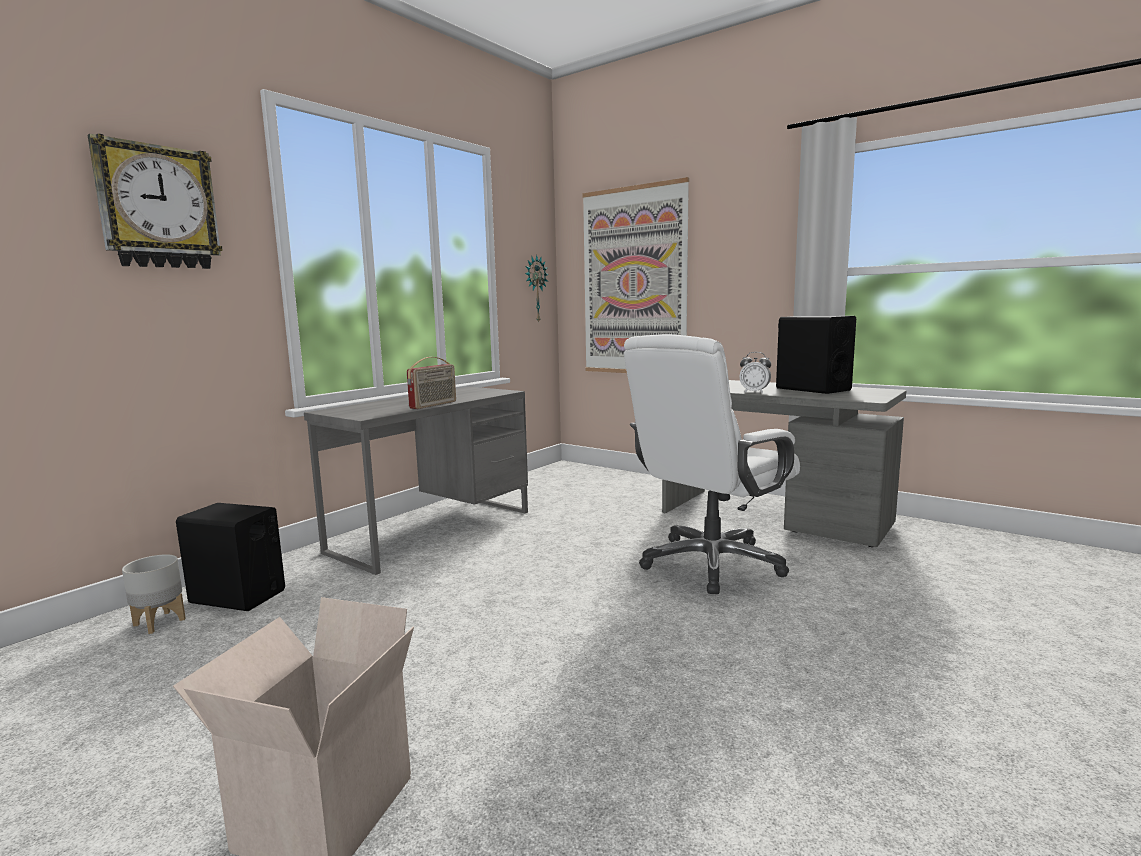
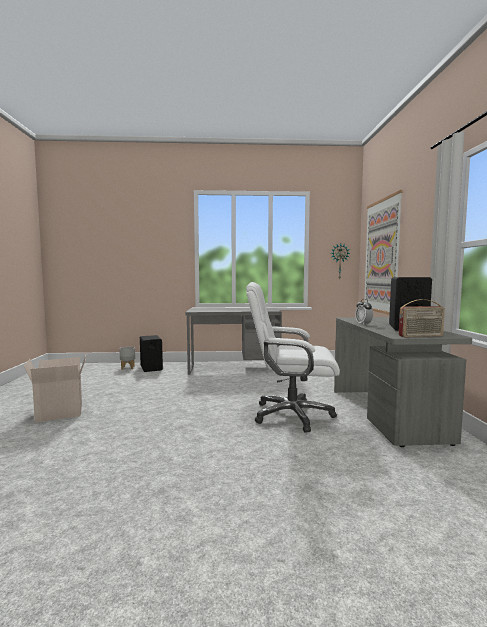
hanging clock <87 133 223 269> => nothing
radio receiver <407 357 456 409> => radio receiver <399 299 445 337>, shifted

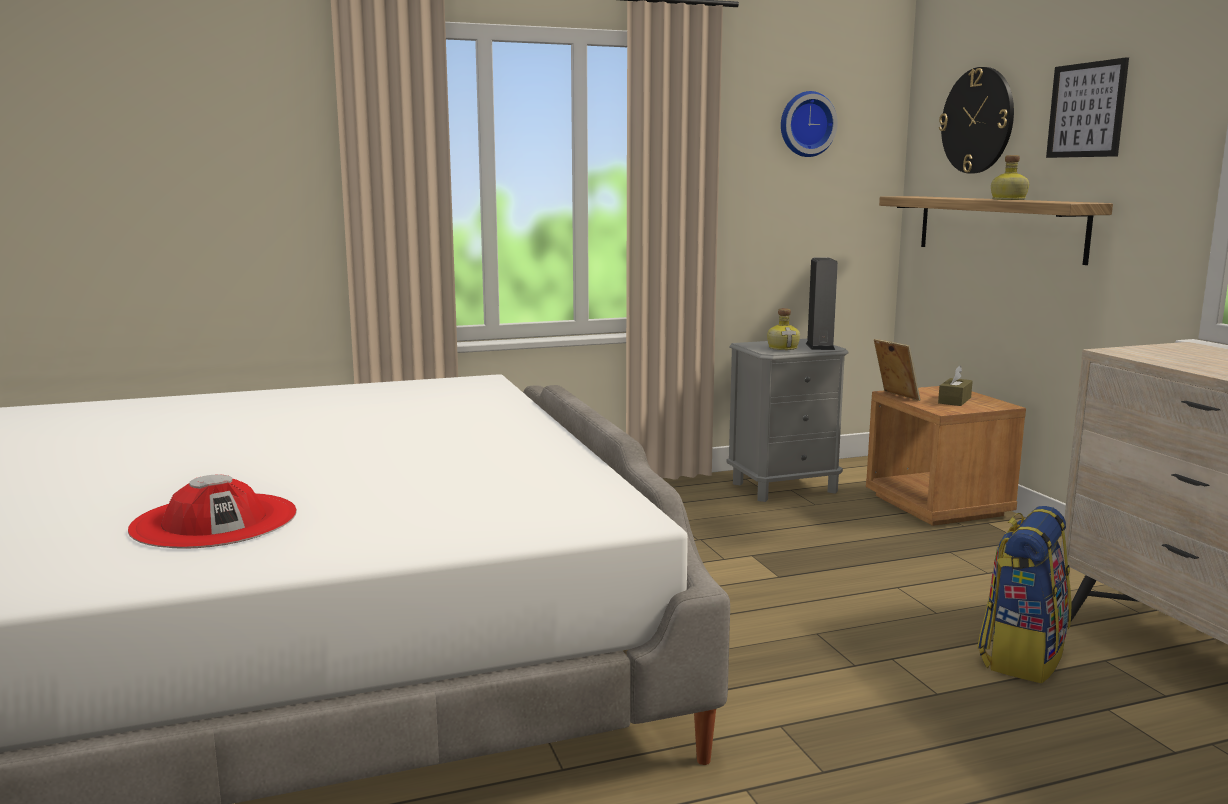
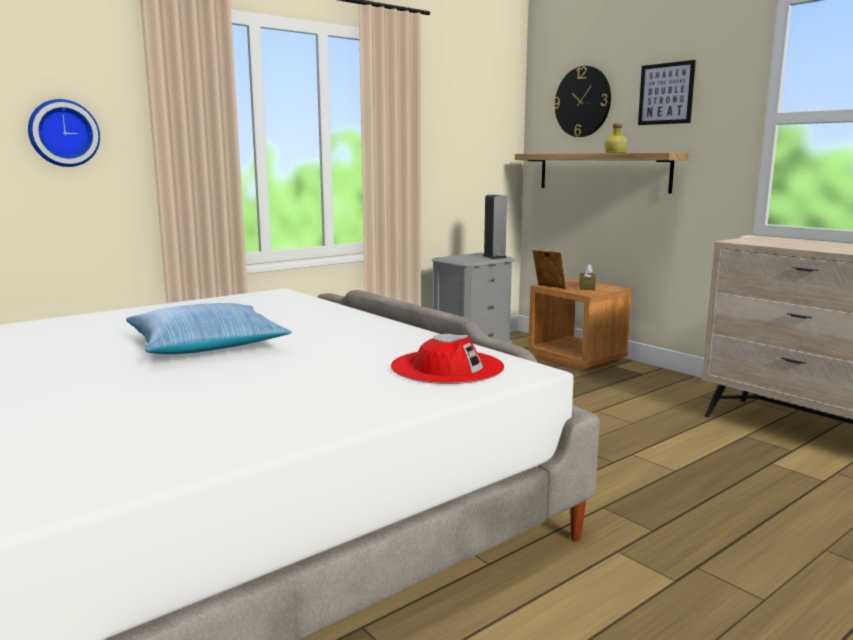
red clothing hat <128 475 297 549> => red clothing hat <391 334 504 384>, shifted
bottle <767 308 800 350> => nothing
hanging clock <781 91 838 157> => hanging clock <28 99 100 167>, shifted
rucksack <977 506 1072 683> => nothing
nothing => throw pillow <126 303 292 354>

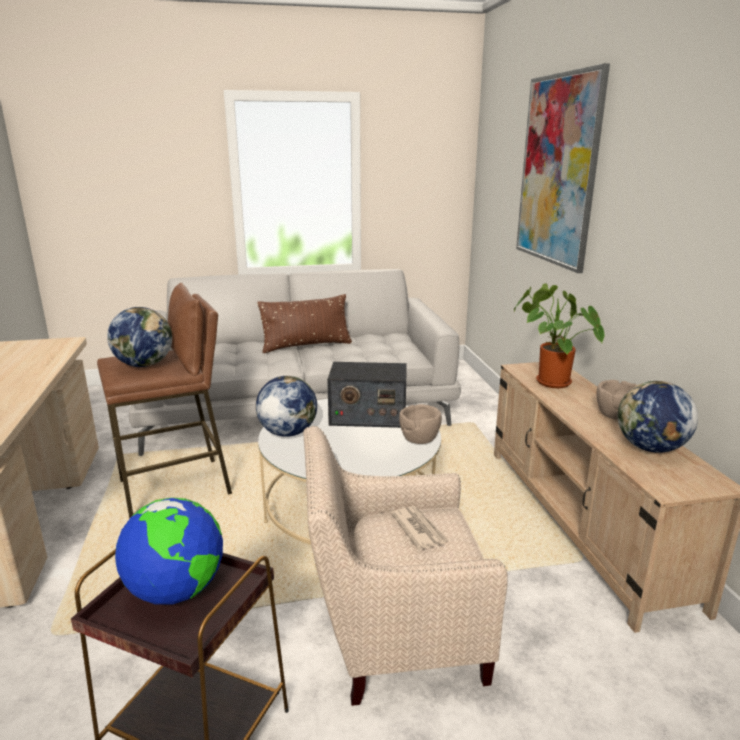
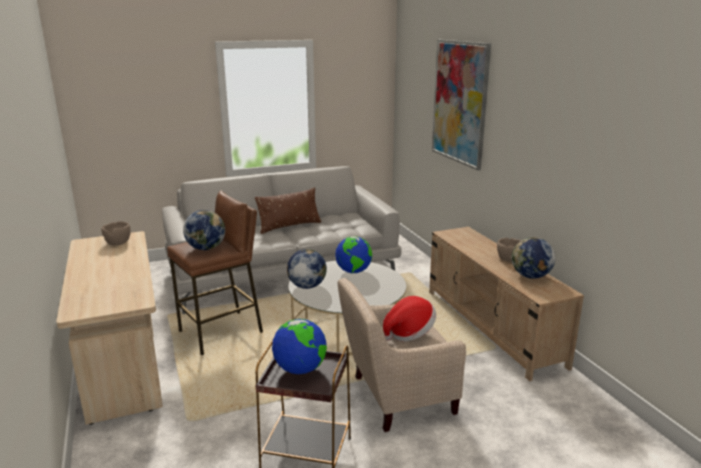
radio receiver <327 362 407 428> => globe <335 236 372 273>
daily paper <391 506 448 550> => clothing hat <383 296 436 342>
brownish deep dish <399 404 442 444> => brownish deep dish <101 221 131 245>, shifted
plant in a pot <514 283 604 388> => nothing

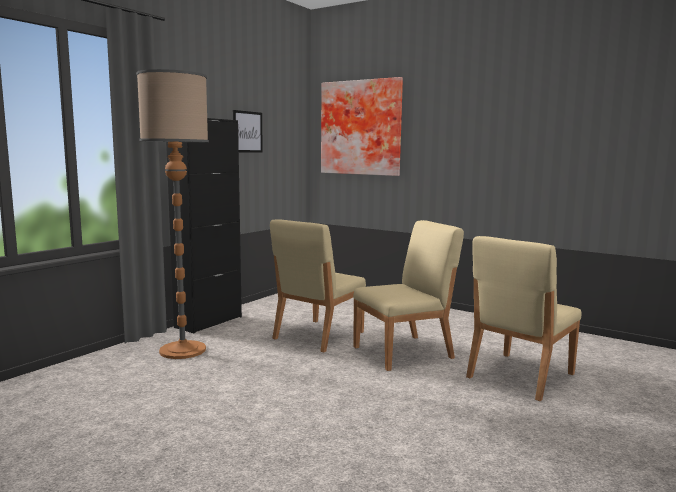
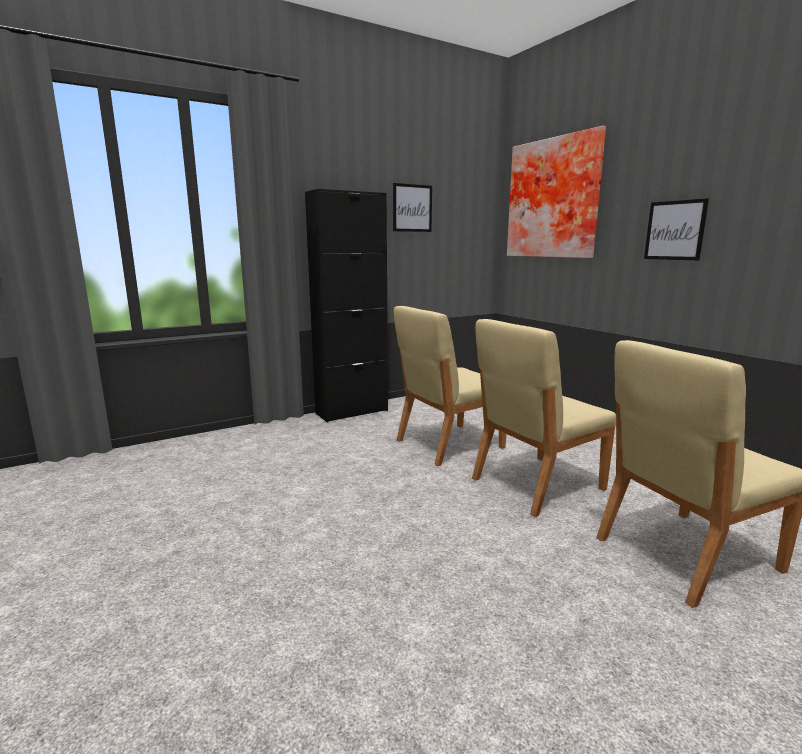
standing lamp <136 69 209 359> => nothing
beige-coloured upright chair <353 220 464 371> => beige-coloured upright chair <472 319 616 517>, 150 degrees clockwise
nothing => wall art <644 198 709 260>

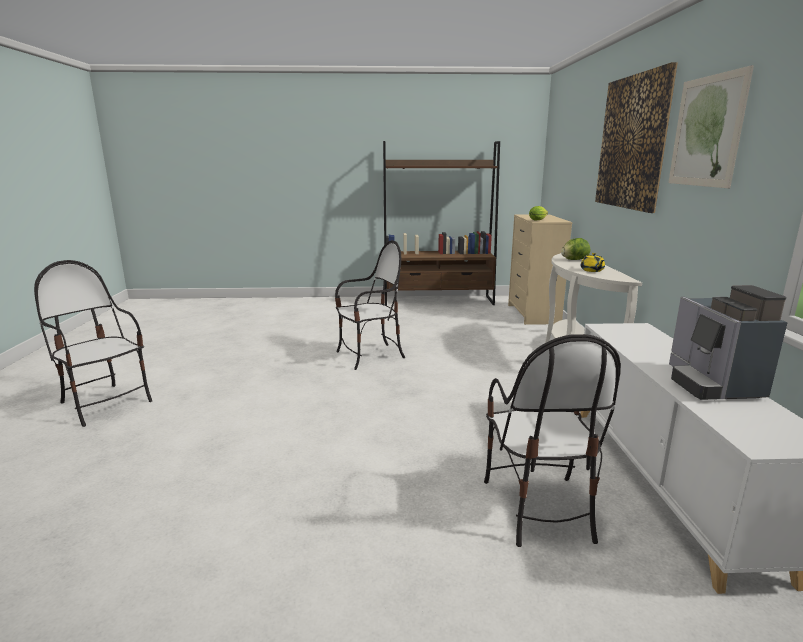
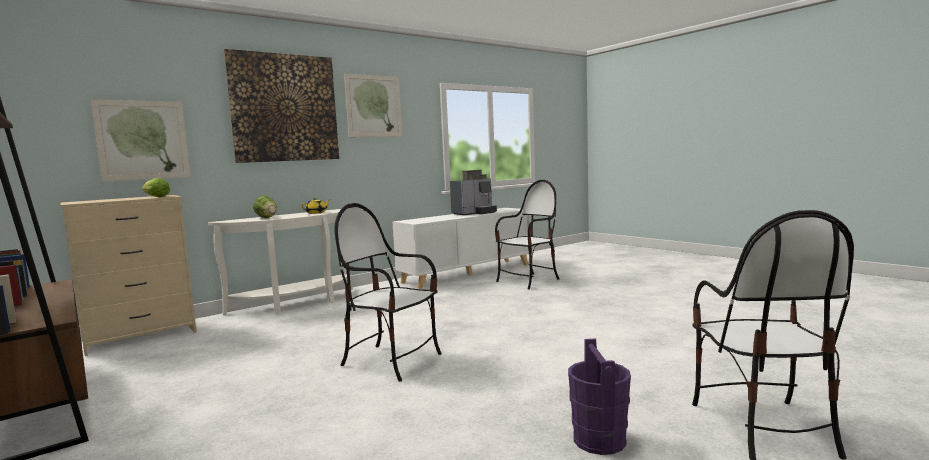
nothing => wall art <91 100 191 182>
nothing => purple-coloured water bucket <568 338 631 455>

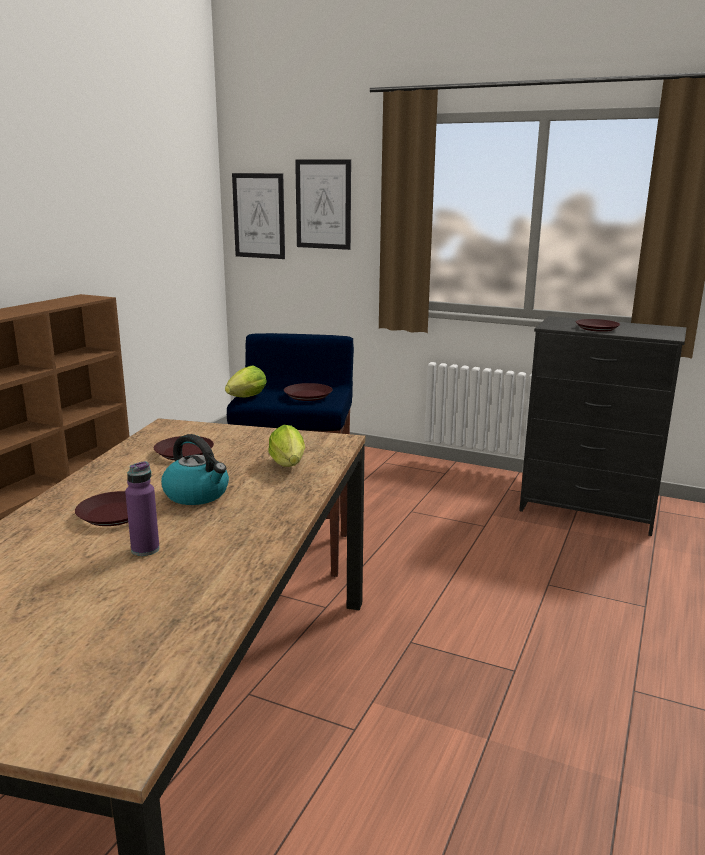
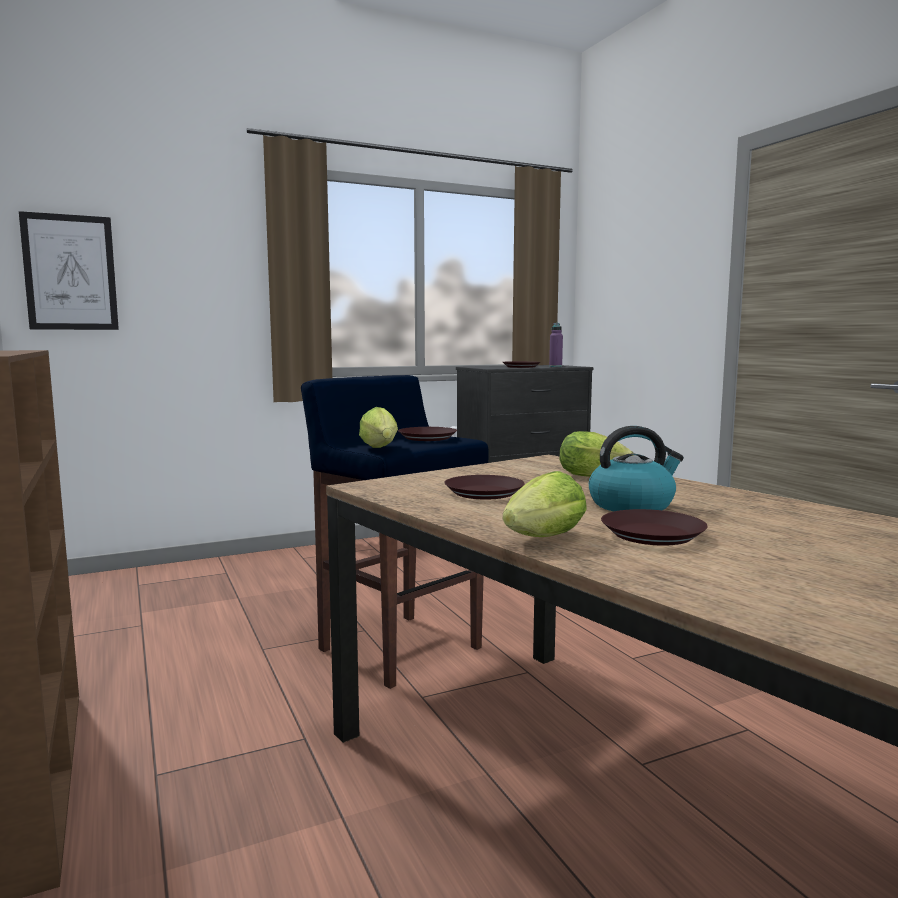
purple-coloured bottle <125 461 160 556> => purple-coloured bottle <549 323 563 367>, shifted
wall art <295 159 351 250> => nothing
nothing => lettuce head <503 471 587 537>

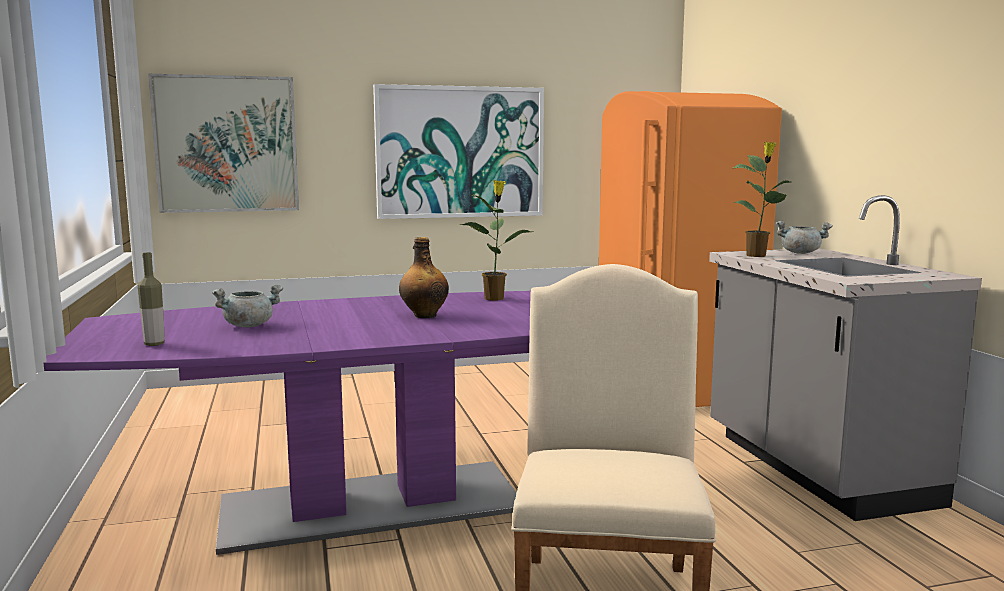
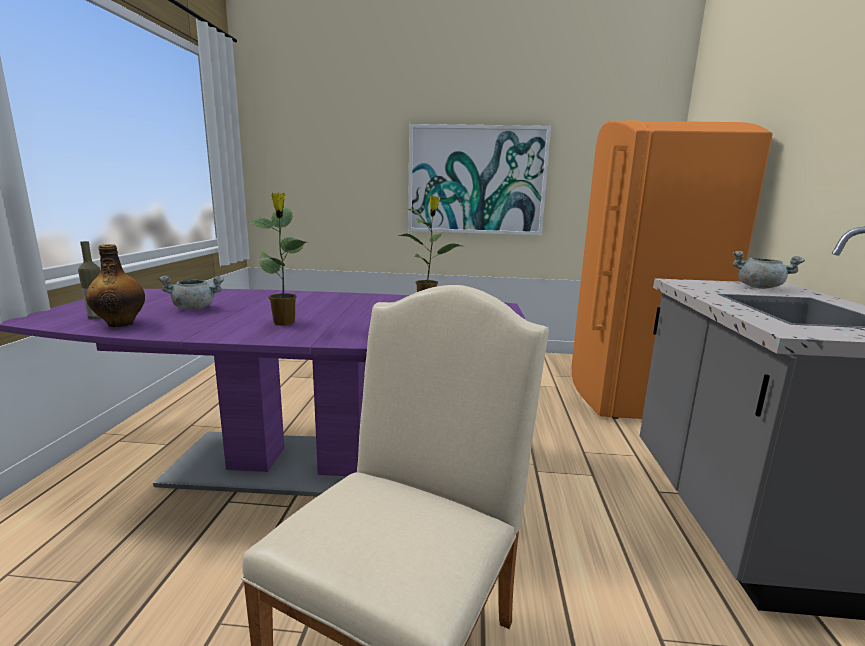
wall art <148 74 299 213> => nothing
bottle <399 237 449 318> => bottle <86 244 145 327>, shifted
plant in a pot <733 142 790 257> => plant in a pot <250 192 307 325>, shifted

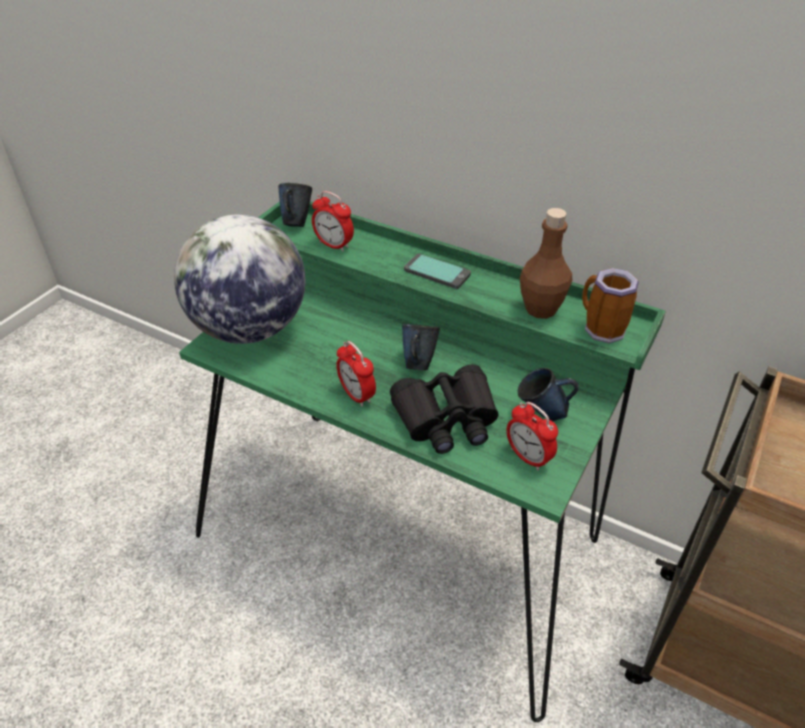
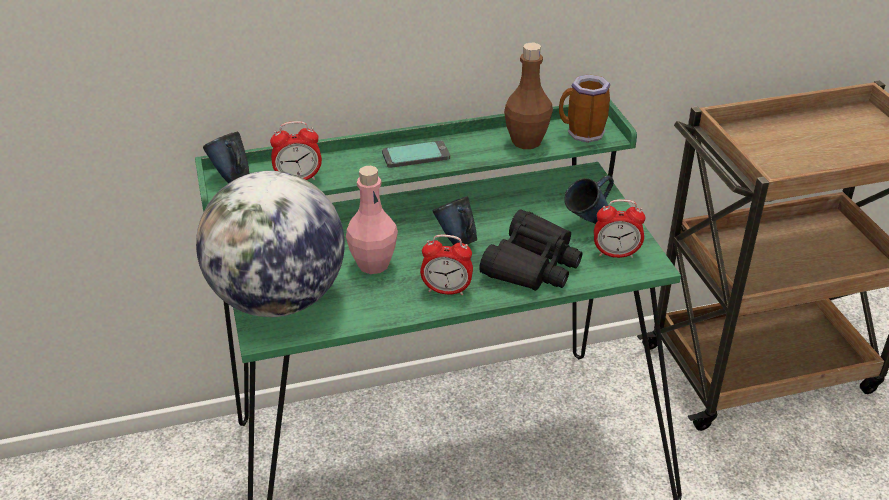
nothing => pink-coloured bottle <346 166 398 274>

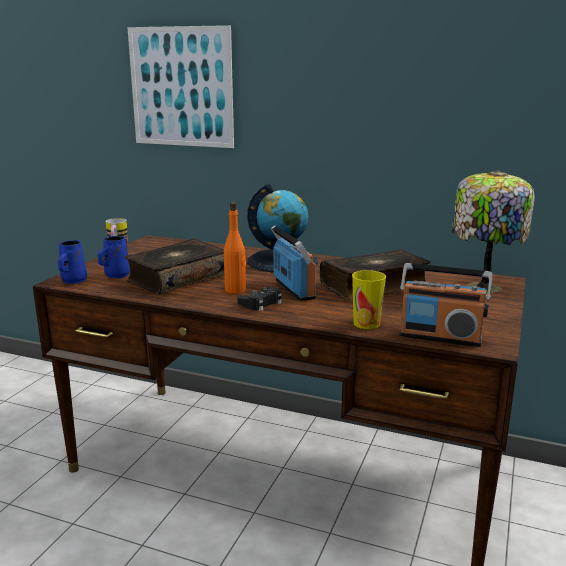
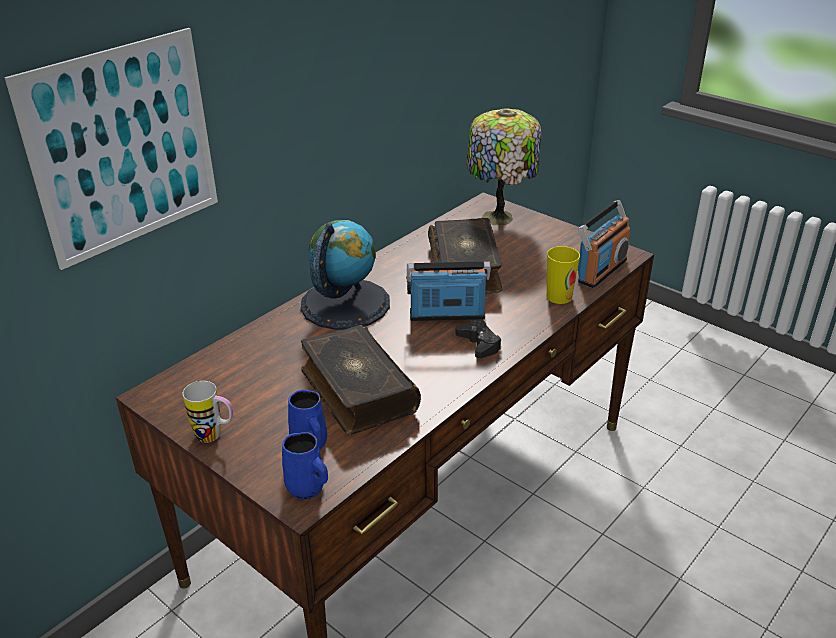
orangey bottle <224 202 246 294> => nothing

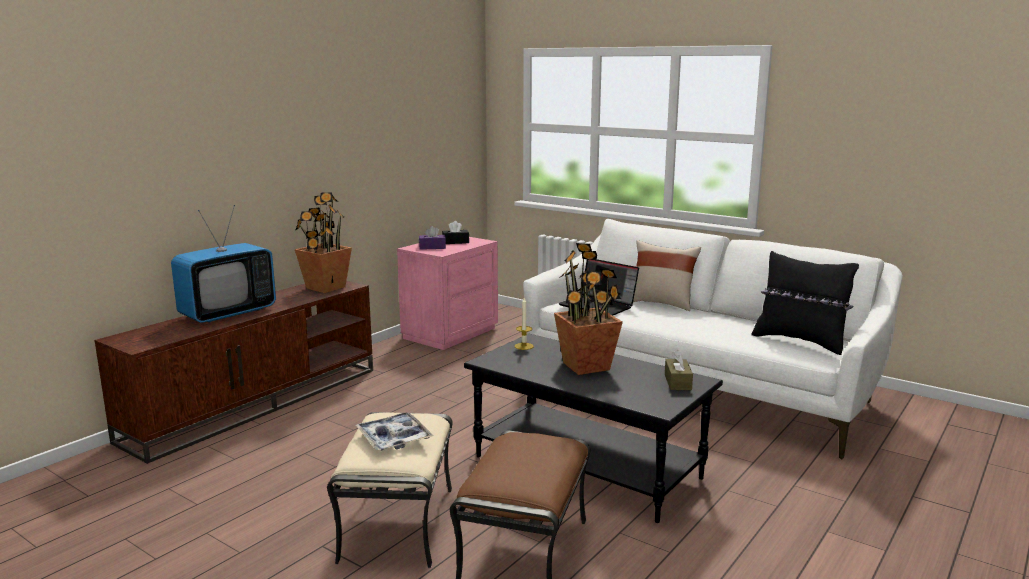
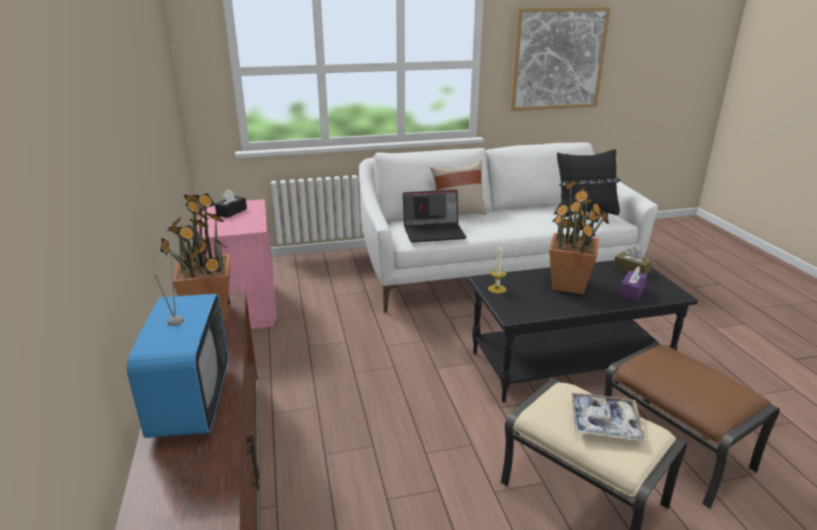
purple-coloured tissue holder <419 226 446 250> => purple-coloured tissue holder <619 266 648 301>, shifted
nothing => wall art <510 7 611 111>

